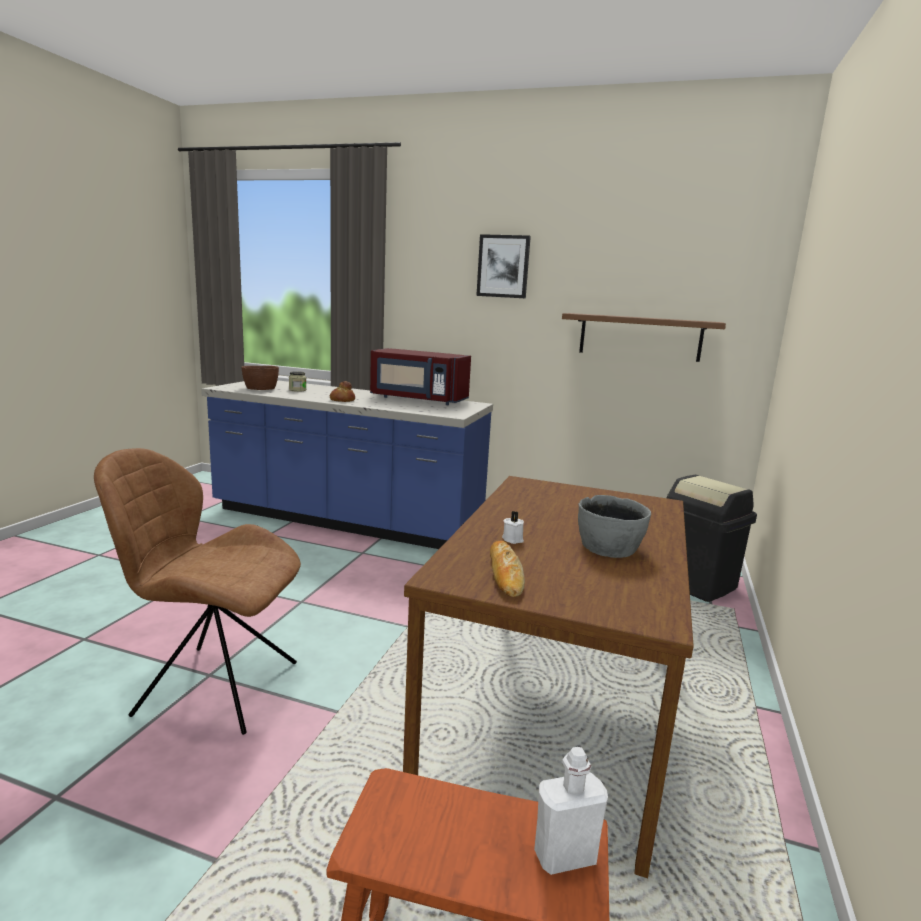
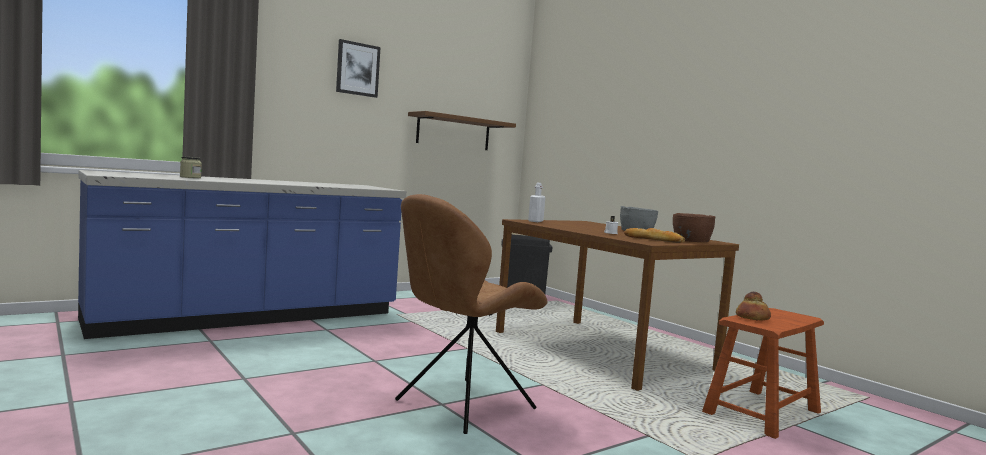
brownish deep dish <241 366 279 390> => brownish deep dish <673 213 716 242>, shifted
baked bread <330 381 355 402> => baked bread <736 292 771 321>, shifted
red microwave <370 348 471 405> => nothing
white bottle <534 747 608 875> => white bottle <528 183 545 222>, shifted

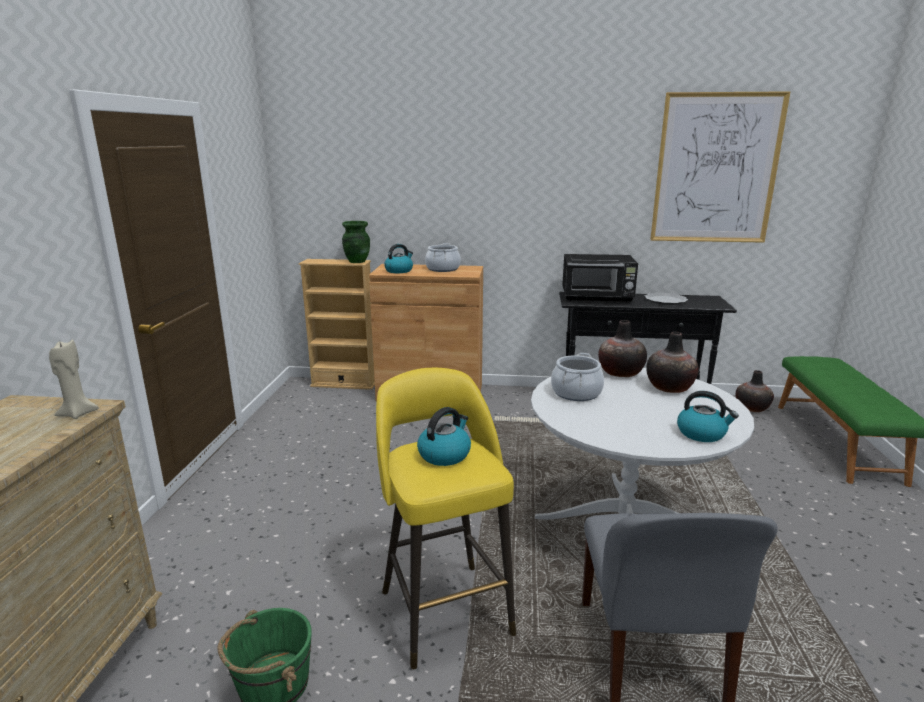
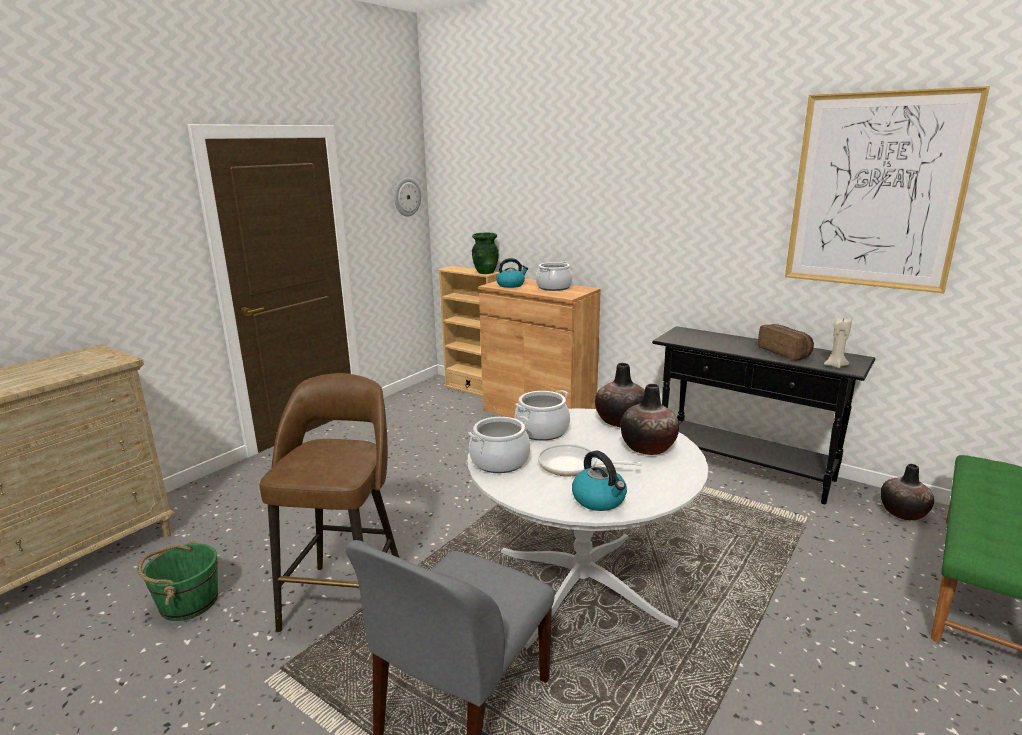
beige-coloured wax candle <49 340 99 419> => beige-coloured wax candle <824 318 852 368>, shifted
yellowish sitting stool <376 368 516 669> => brownish sitting stool <259 373 399 632>
water kettle <417 407 471 466> => nothing
black microwave <562 254 638 303> => nothing
flat dish <645 292 688 305> => baked bread <758 324 814 361>
nothing => hanging clock <394 178 421 216>
nothing => saucepot <468 416 530 473>
nothing => pan <538 444 642 476>

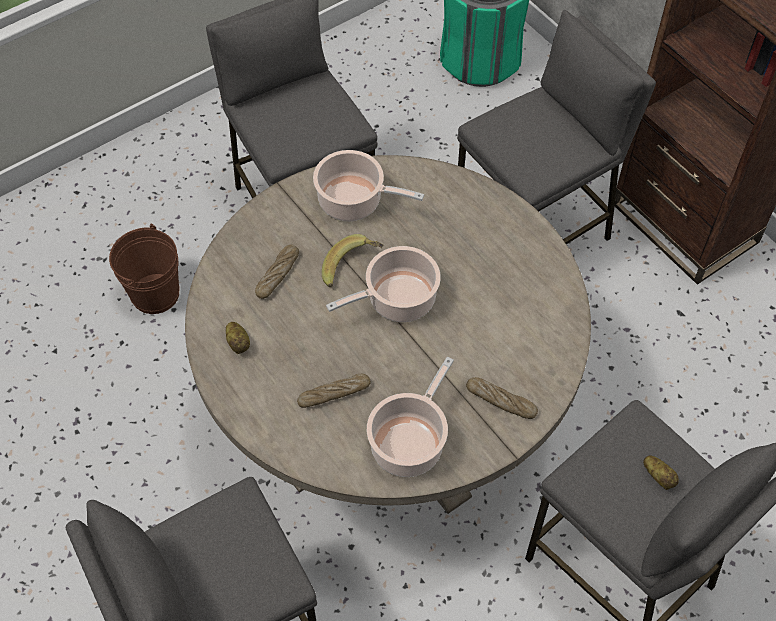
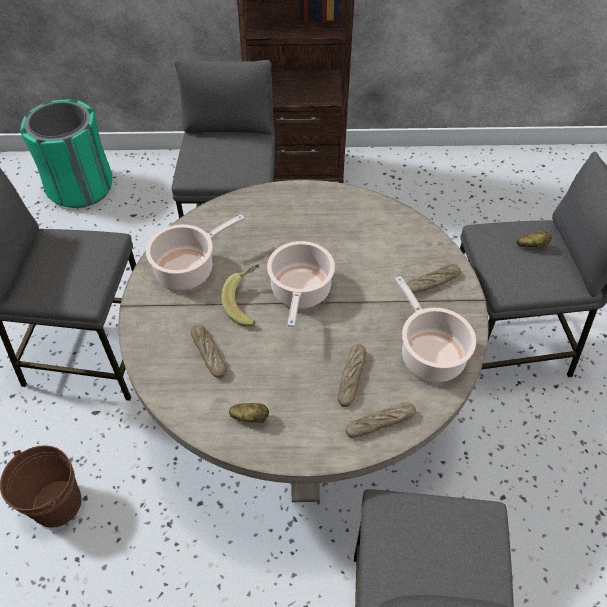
nothing => baked bread <346 402 416 438>

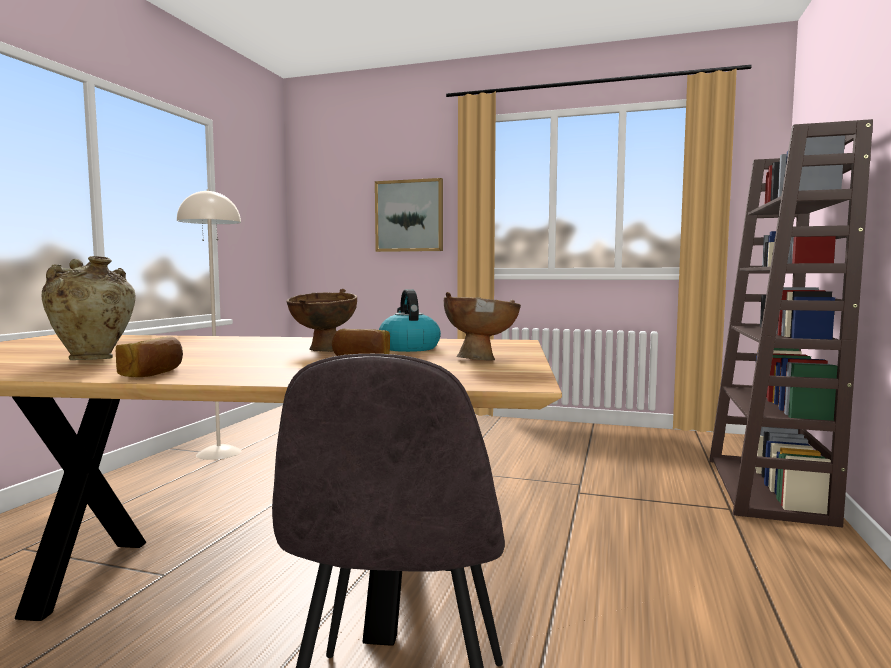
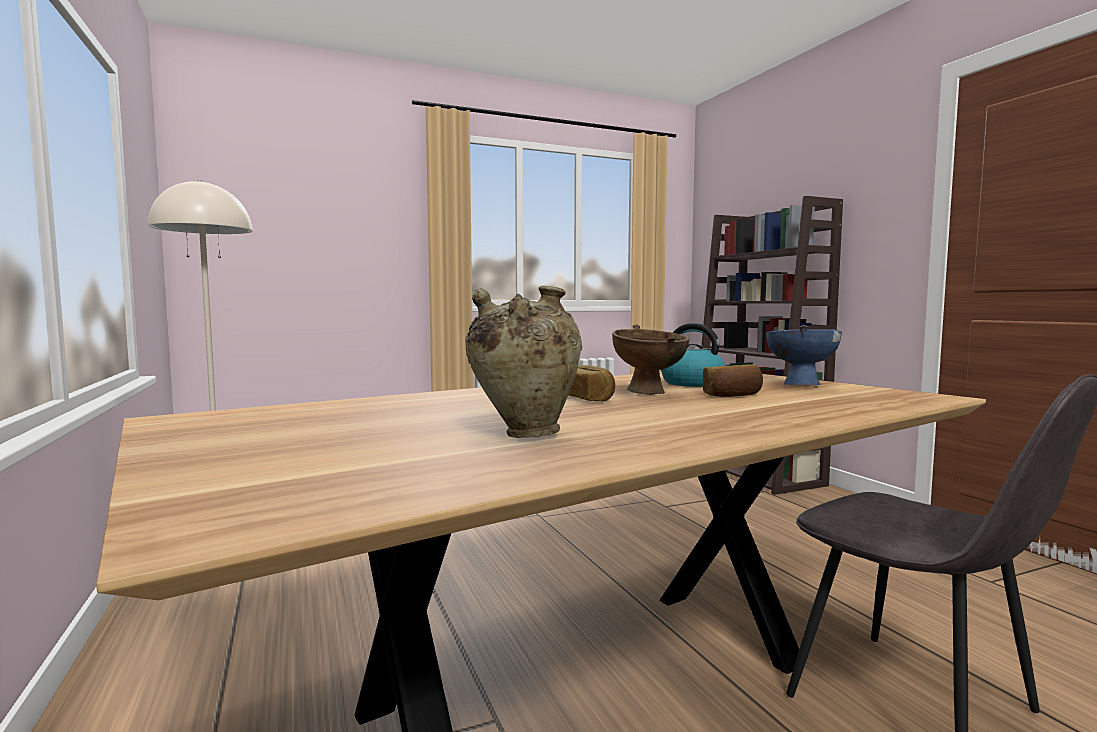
baked bread <116 336 183 377> => baked bread <568 365 615 401>, shifted
wall art <375 178 443 252> => nothing
brownish deep dish <444 292 521 361> => bluish deep dish <766 325 842 385>

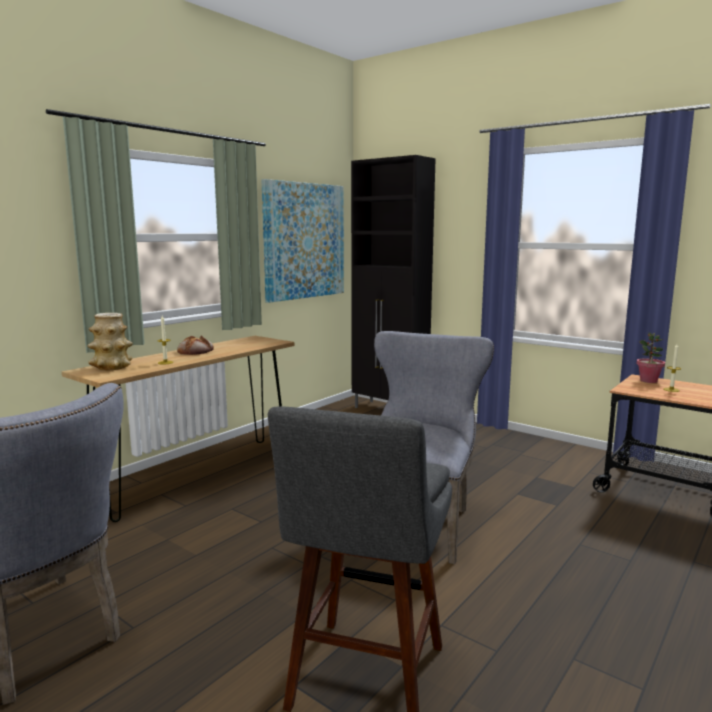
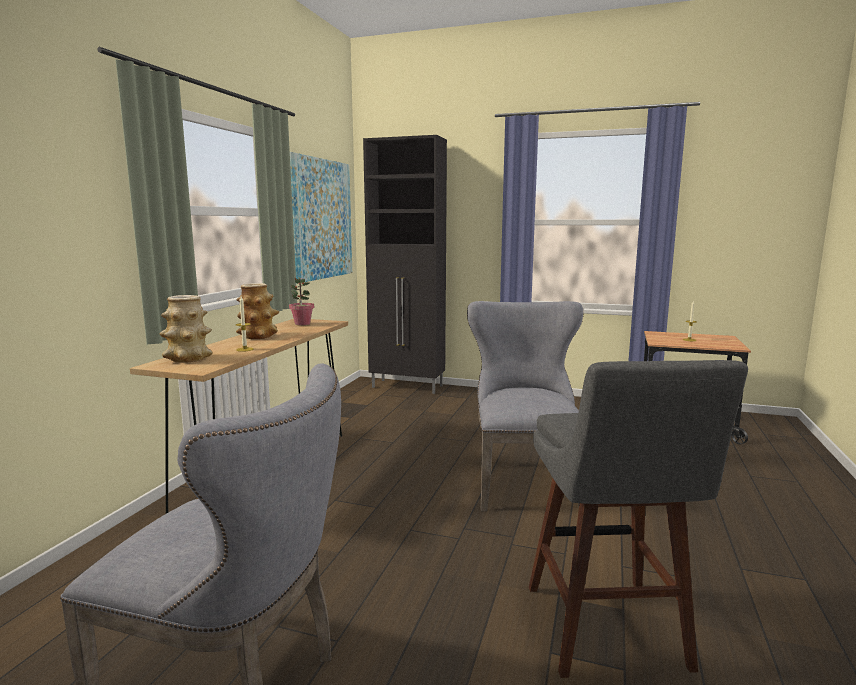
baked bread <177 336 214 355> => vase <236 283 279 339>
plant in a pot <636 332 665 383> => plant in a pot <289 277 314 325>, shifted

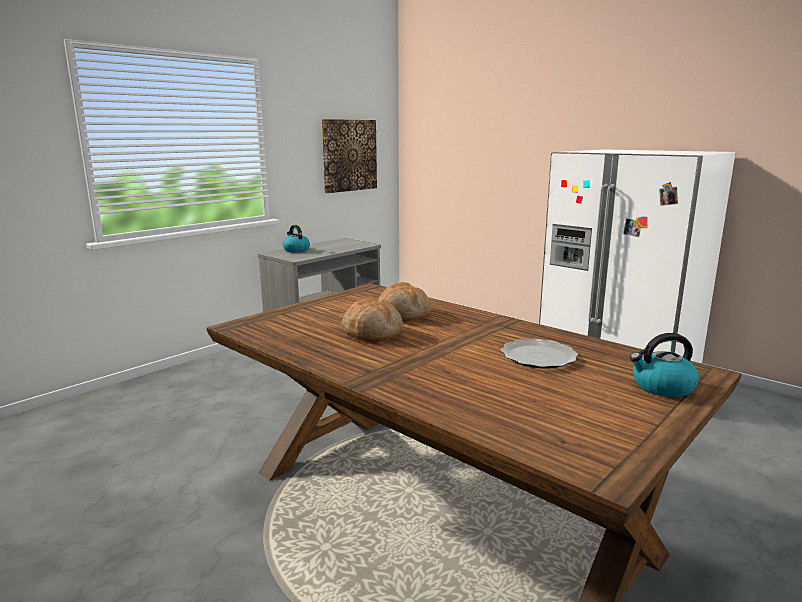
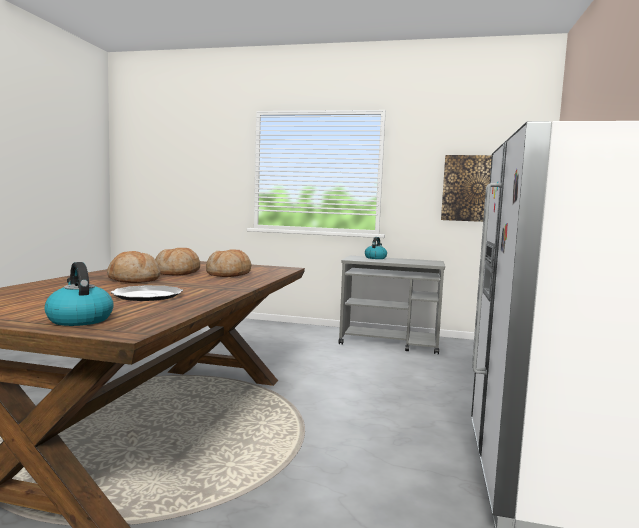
nothing => baked bread <107 251 161 283>

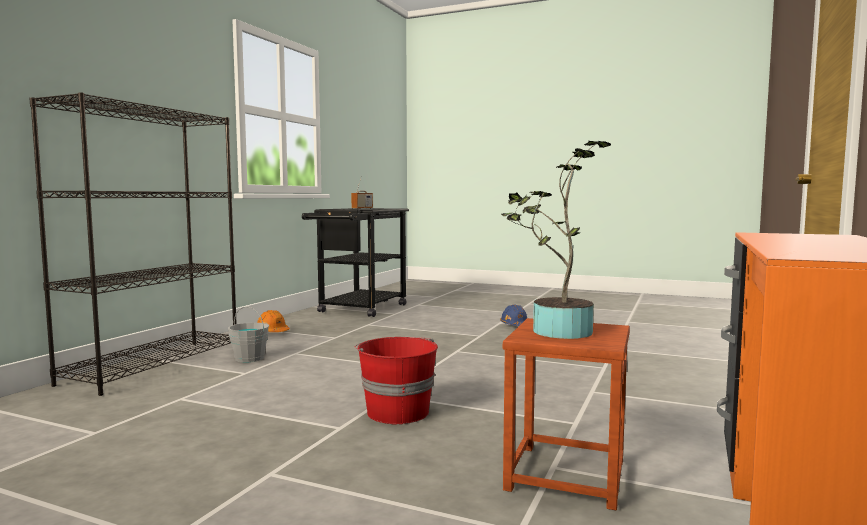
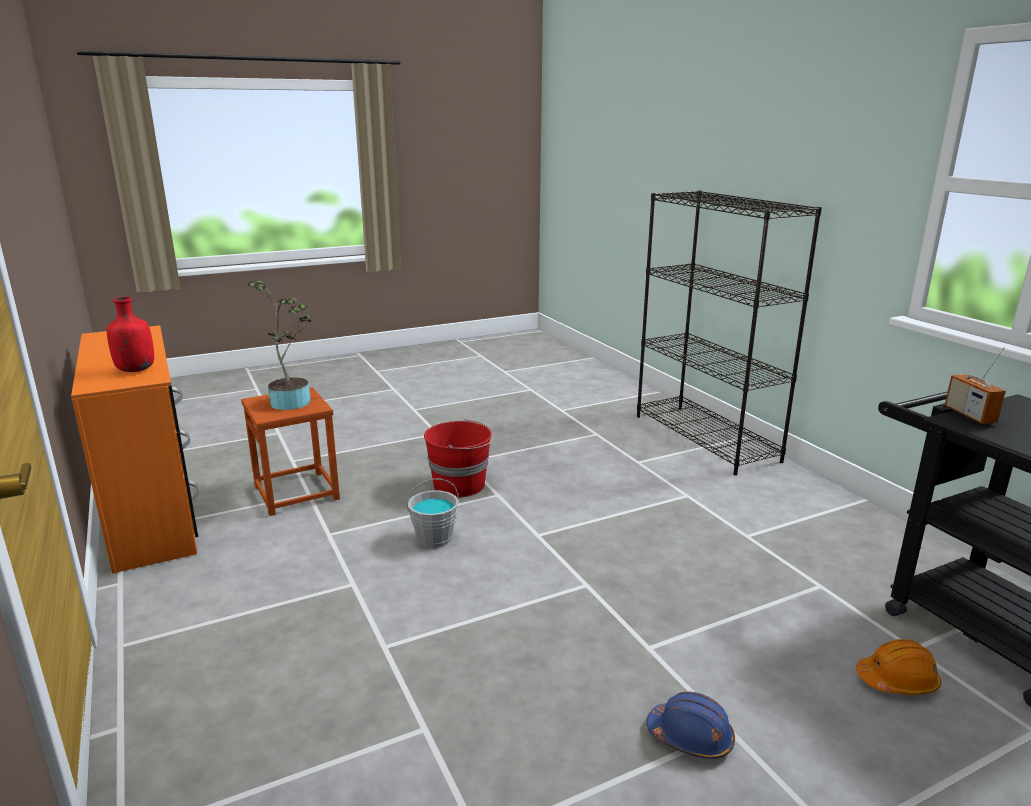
greyish water bucket <228 306 269 362> => greyish water bucket <407 479 459 548>, shifted
orangey work helmet <257 310 290 332> => orangey work helmet <856 639 941 695>, shifted
nothing => red bottle <106 297 154 372>

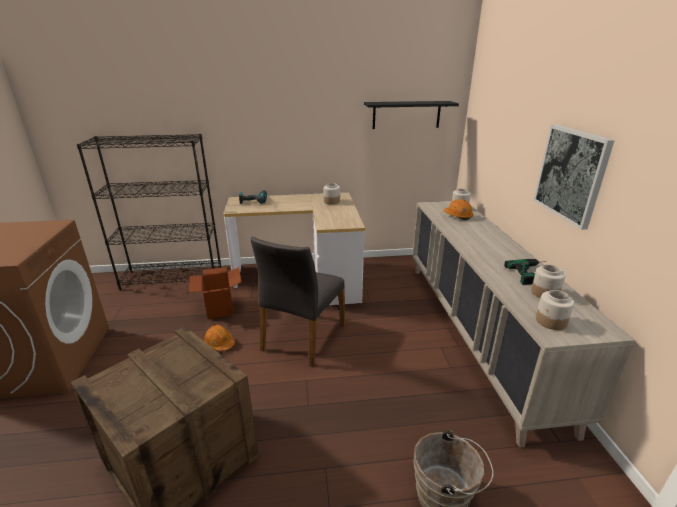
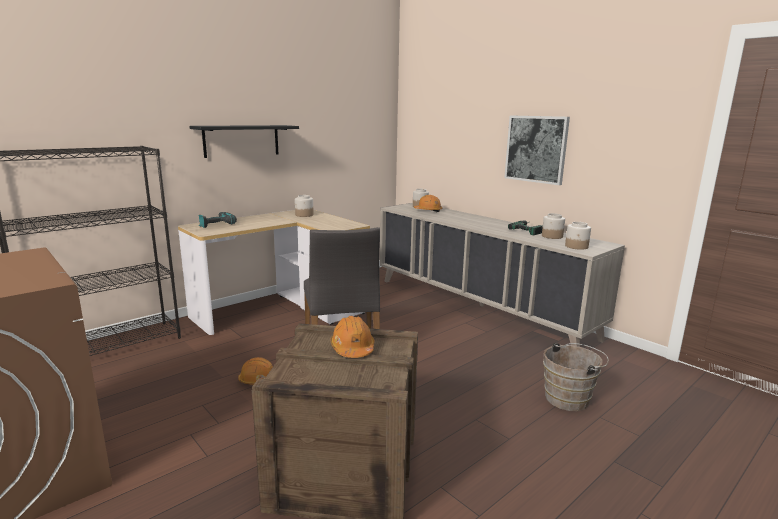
carton <189 267 242 319> => nothing
black shelf <364 101 459 129> => black shelf <189 125 299 158>, shifted
nothing => orangey work helmet <330 316 374 358>

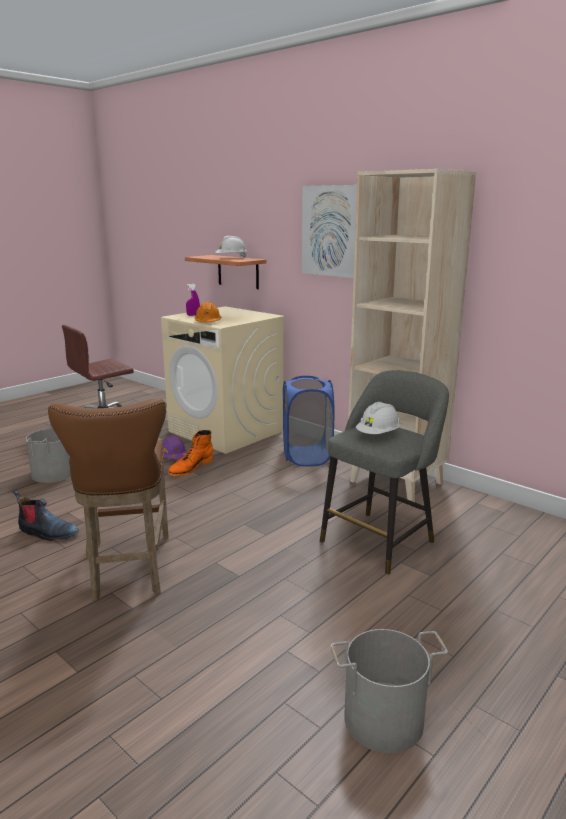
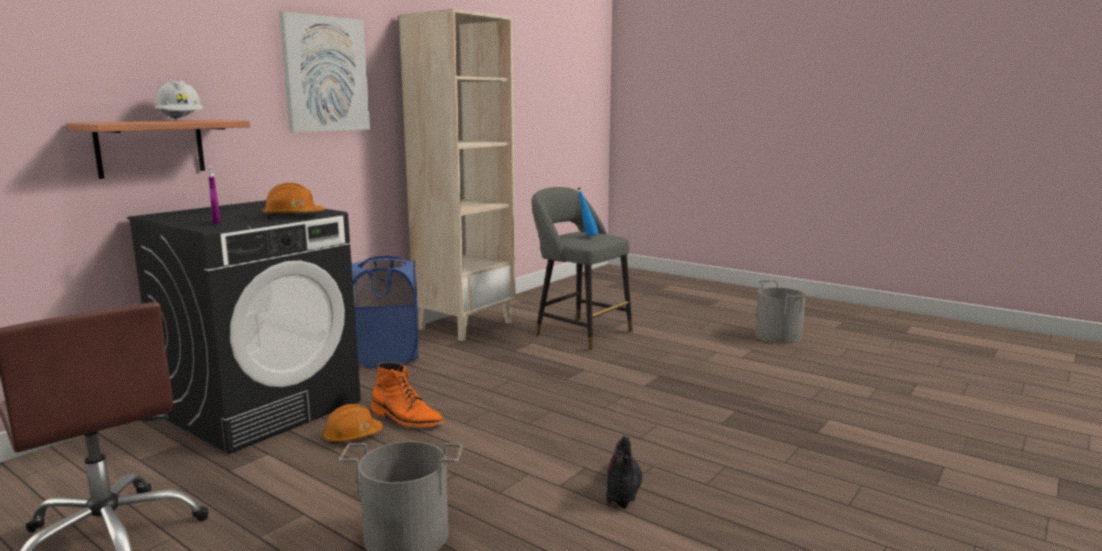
brownish sitting stool <48 398 168 601> => nothing
beige-coloured laundry machine <161 306 285 454> => black laundry machine <127 200 361 454>
purple-coloured work helmet <162 436 187 459> => orangey work helmet <323 404 383 444>
white work helmet <356 402 400 434> => bluish bottle <577 187 599 237>

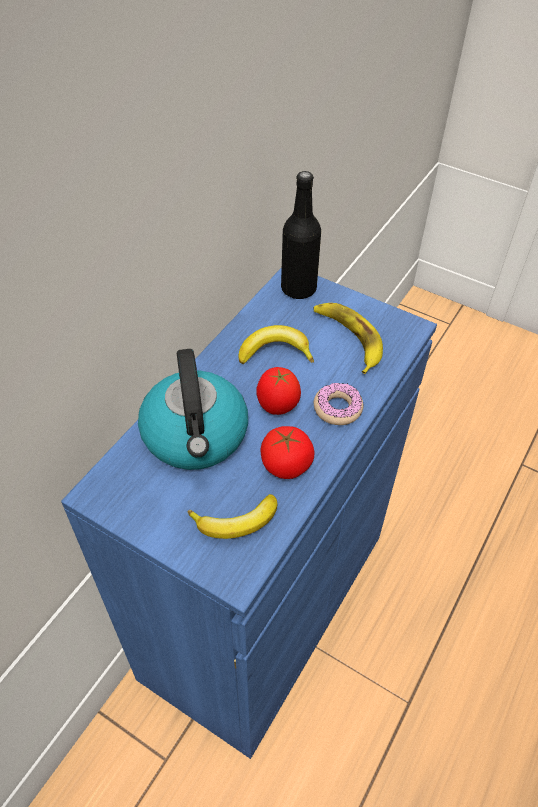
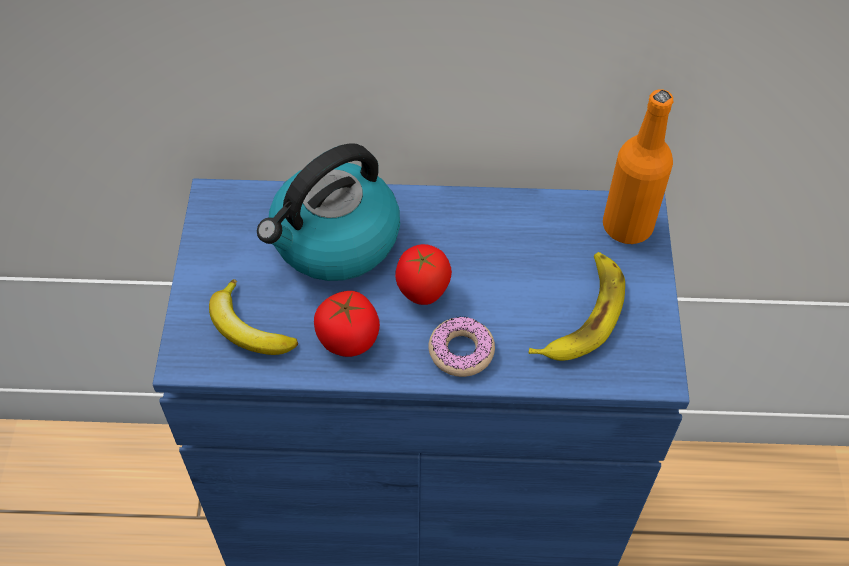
whole banana <239 325 314 364> => nothing
black bottle <281 171 321 299> => orangey bottle <603 89 674 244>

